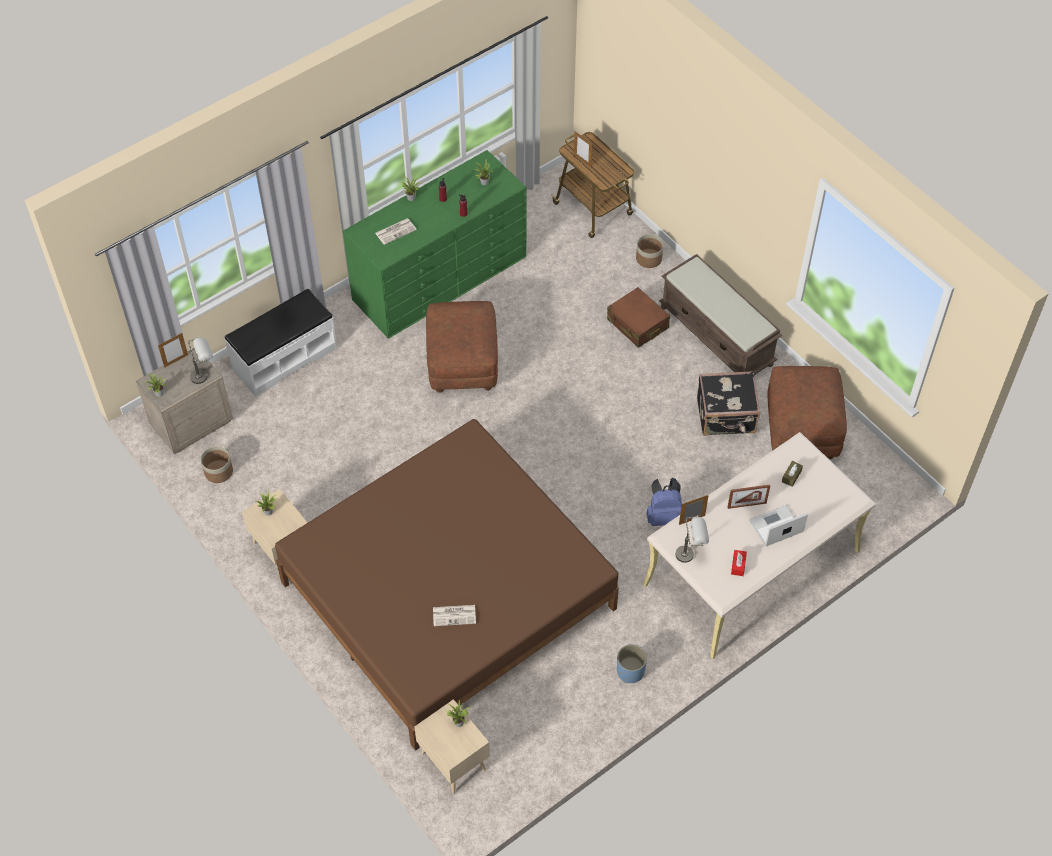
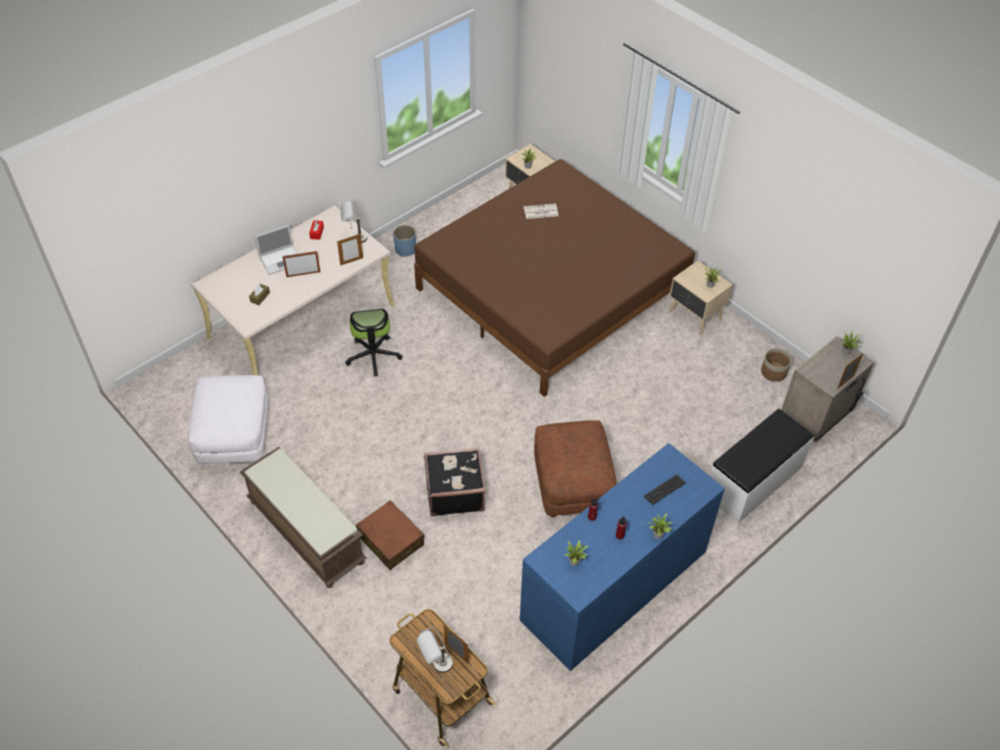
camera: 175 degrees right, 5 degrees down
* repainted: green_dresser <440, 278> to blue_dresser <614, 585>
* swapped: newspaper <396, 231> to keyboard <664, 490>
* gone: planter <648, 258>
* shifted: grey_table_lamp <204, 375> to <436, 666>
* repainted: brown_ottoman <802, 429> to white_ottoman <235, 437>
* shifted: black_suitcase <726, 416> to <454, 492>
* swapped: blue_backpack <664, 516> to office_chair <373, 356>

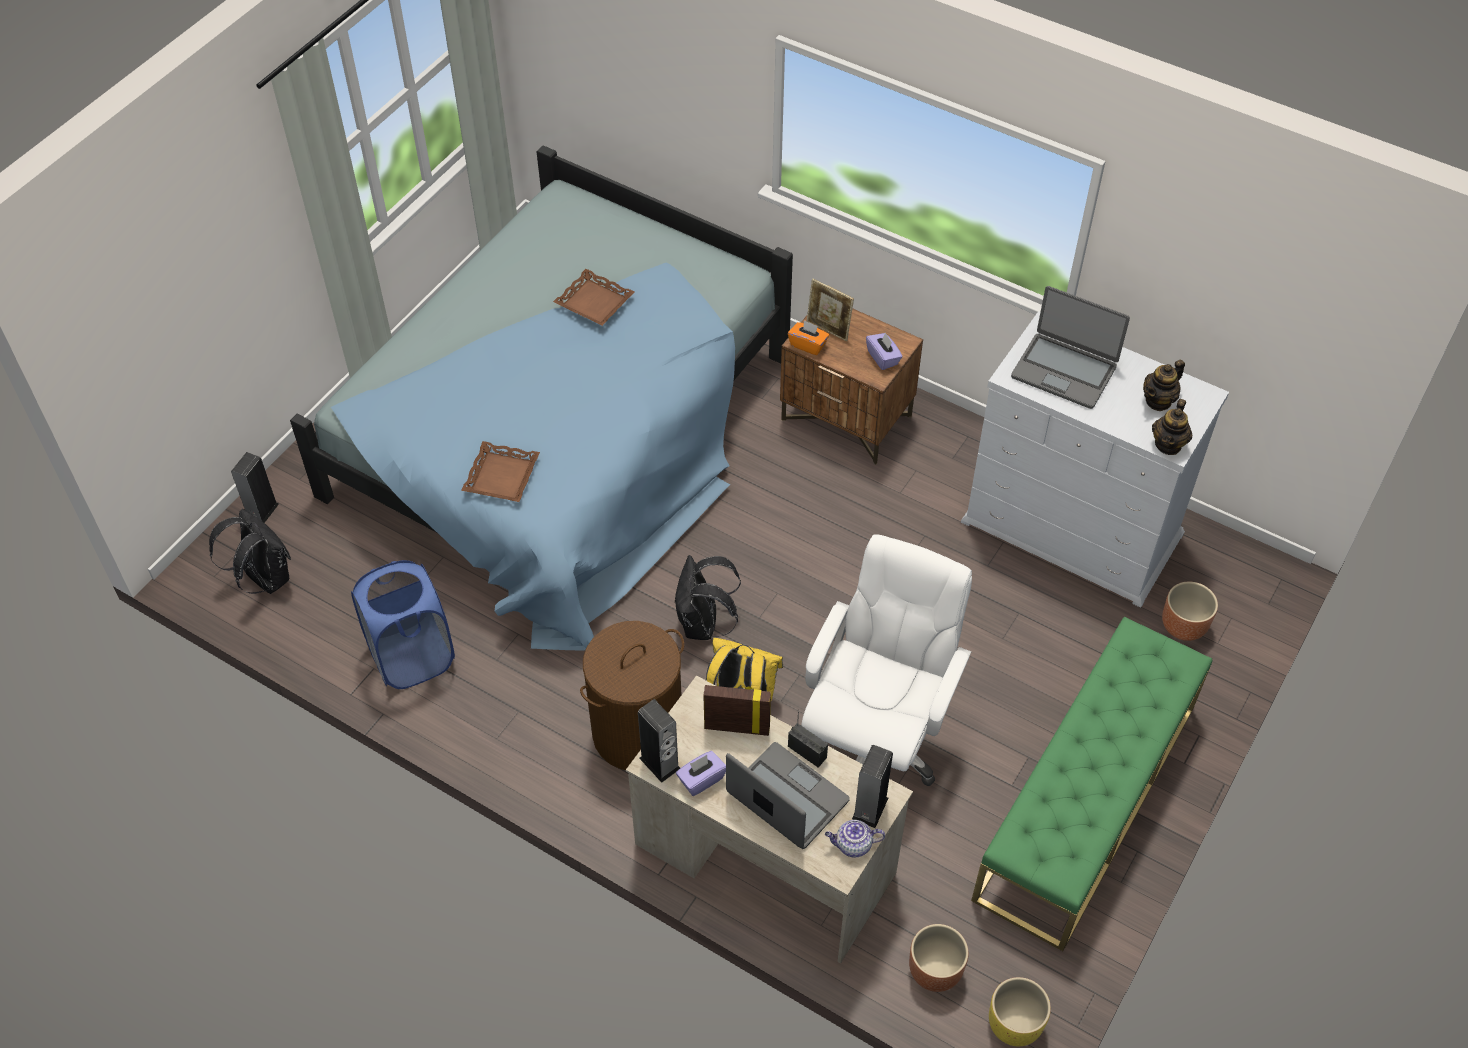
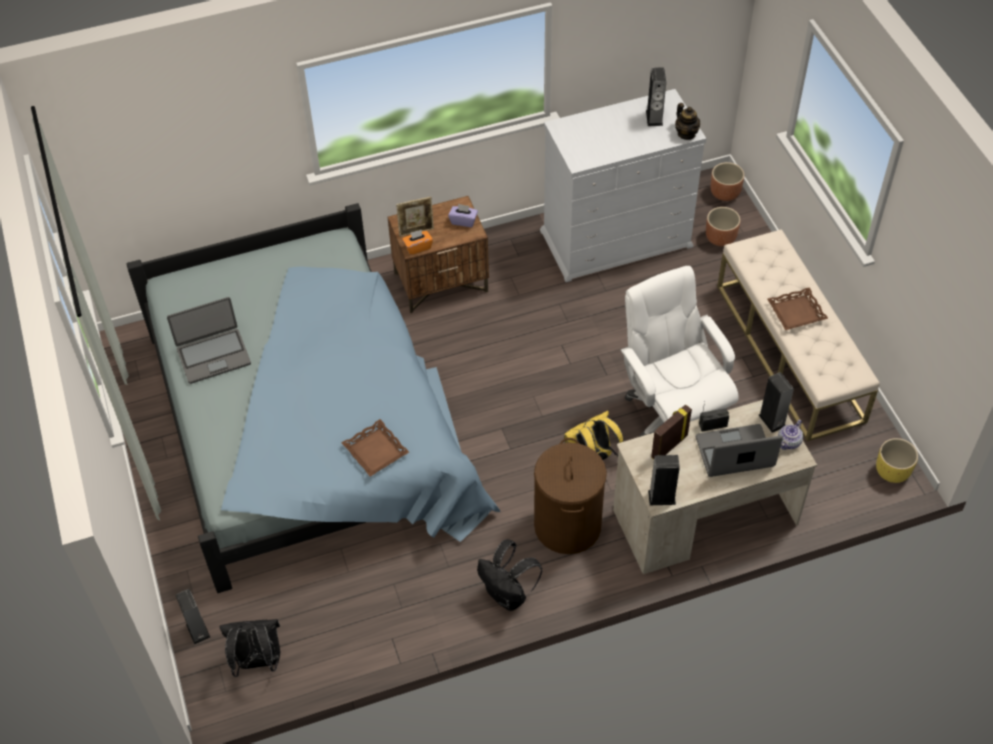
camera: 50 degrees left, 0 degrees up
* shifted: brown_tray <594, 302> to <796, 312>
* shifted: laptop <1064, 371> to <213, 356>
* swapped: teapot <1158, 401> to speaker <654, 118>
* shifted: black_backpack <703, 625> to <508, 595>
* gone: blue_laundry_basket <412, 657>
* repainted: green_bench <1086, 802> to beige_bench <789, 352>
* gone: purple_tissue_box <701, 779>
* shifted: brown_planter <935, 971> to <725, 193>

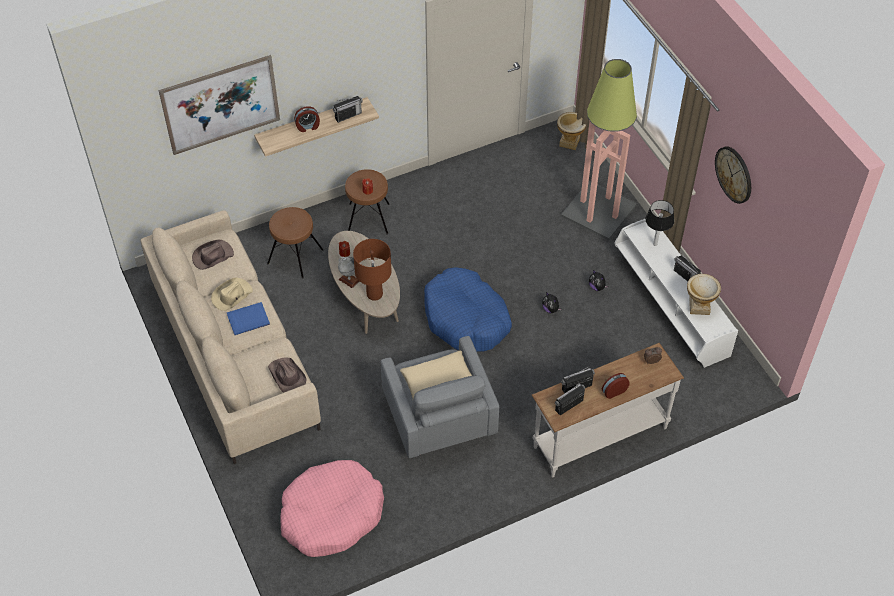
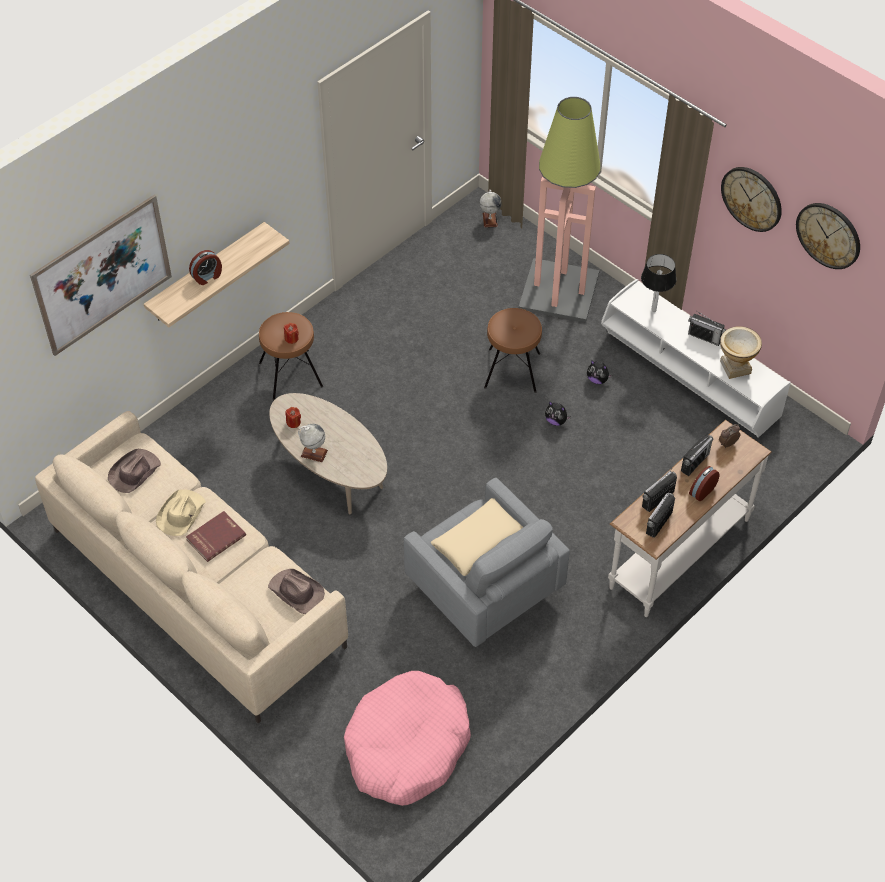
camera: 20 degrees left, 0 degrees up
* shifted: radio <348, 115> to <695, 462>
* swapped: vase <569, 142> to globe <490, 220>
* shifted: brown_stool <295, 257> to <512, 370>
* gone: brown_table_lamp <374, 295>
* gone: blue_dog_bed <466, 318>
* repainted: blue_book <248, 319> to red_book <215, 537>
* new: wall_clock <828, 235>

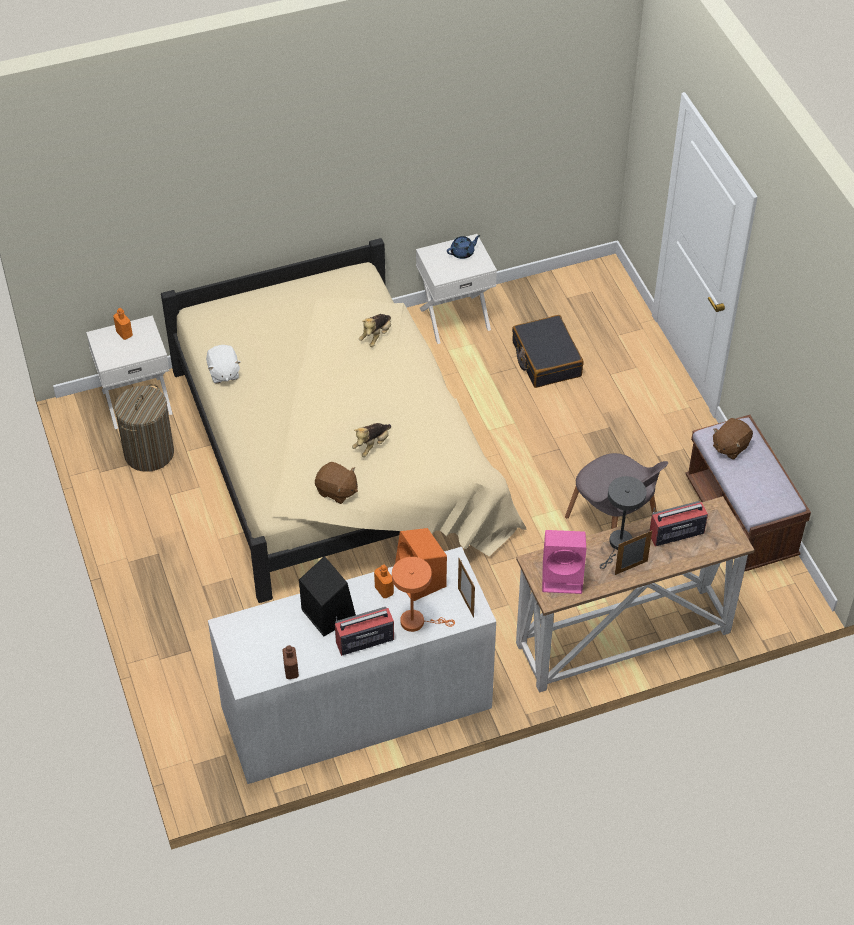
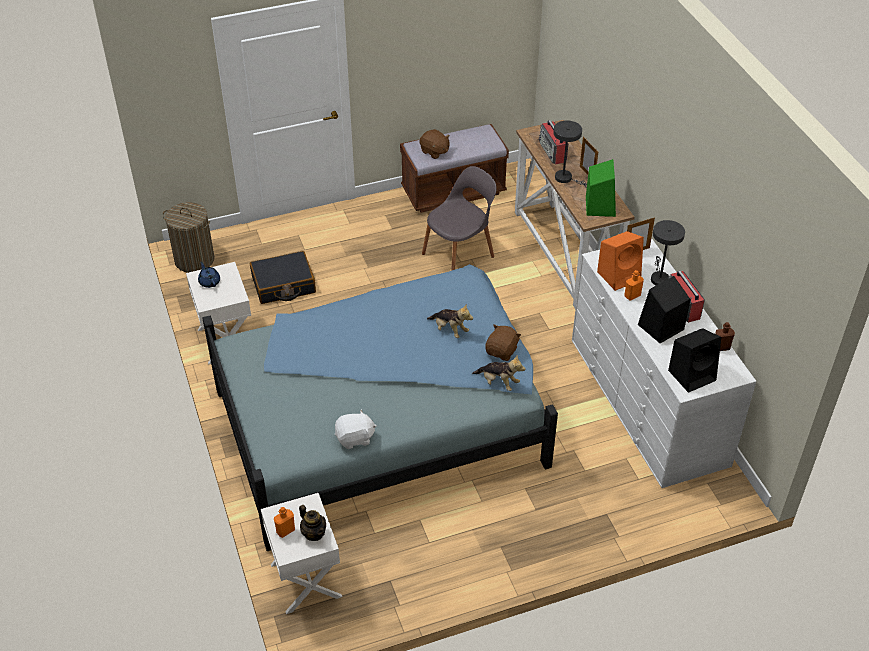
camera: 90 degrees left, 5 degrees down
* repainted: beige_bed <338, 455> to blue_bed <383, 417>
* shifted: plush_toy <376, 336> to <498, 382>
* shifted: laundry_basket <149, 453> to <194, 260>
* repainted: pink_speaker <563, 577> to green_speaker <600, 206>
* repainted: orange_table_lamp <417, 621> to grey_table_lamp <659, 277>
* new: black_speaker <692, 374>
* new: teapot <314, 533>

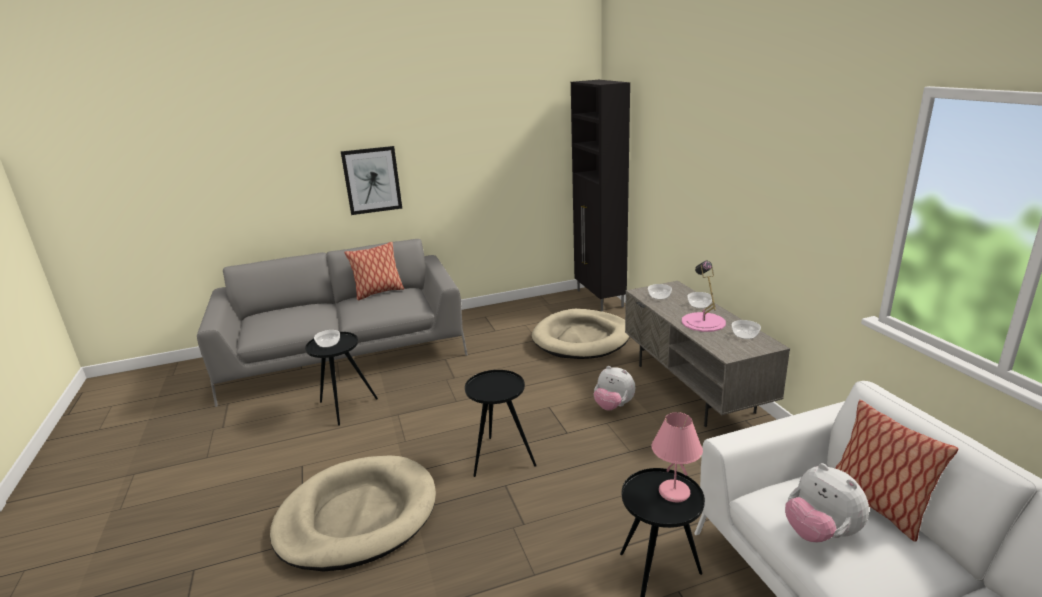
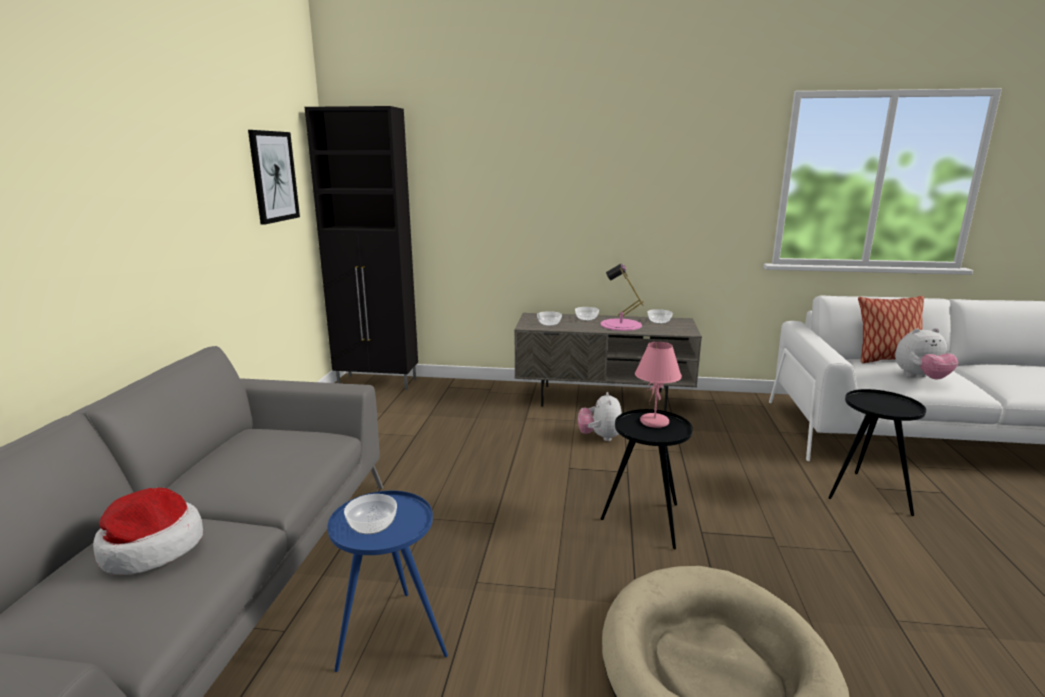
camera: 65 degrees left, 5 degrees down
* shifted: picture <372, 180> to <273, 176>
* gone: pillow <378, 293>
* gone: beige_dog_bed <582, 338>
* repainted: black_side_table <344, 407> to blue_side_table <391, 639>
* rotated: plush_toy <613, 406> = <600, 437> 120 degrees clockwise
* shifted: pink_table_lamp <673, 492> to <654, 422>
* new: hat <150, 548>

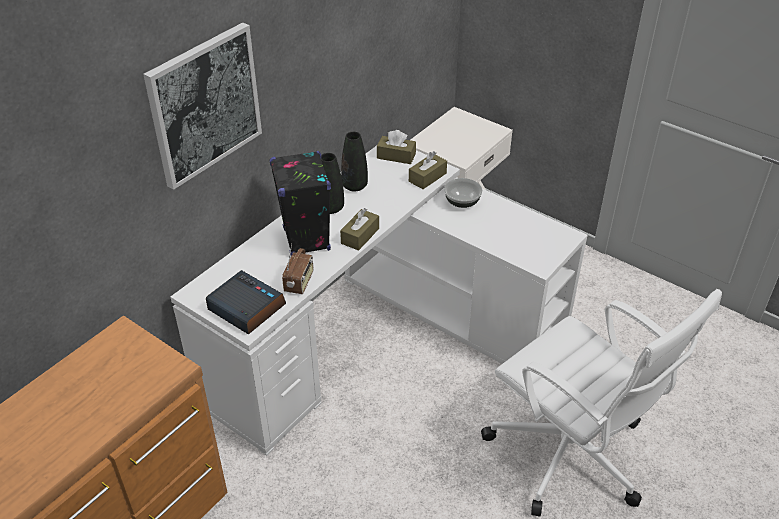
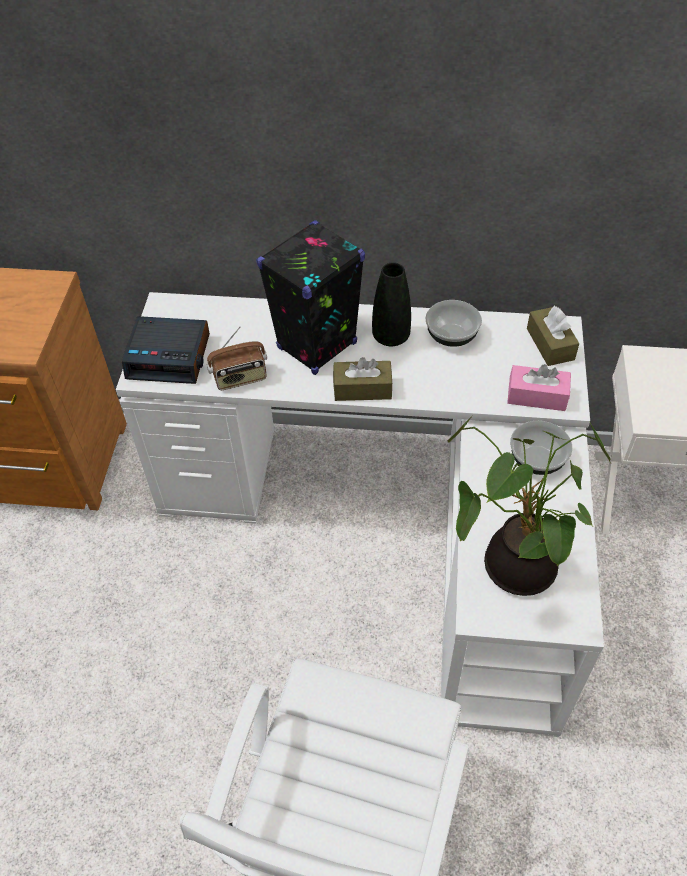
camera: 60 degrees right, 10 degrees up
* gone: picture <204, 104>
* swapped: black_vase <354, 186> to bowl <452, 336>
* repainted: brown_tissue_box <427, 177> to pink_tissue_box <537, 396>
* rotated: alarm_clock <245, 308> = <170, 356> 90 degrees clockwise
* new: potted_plant <513, 564>

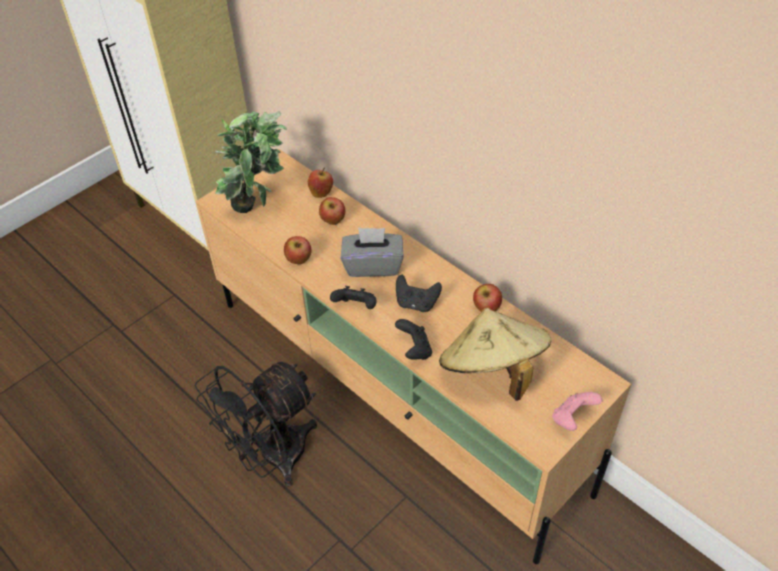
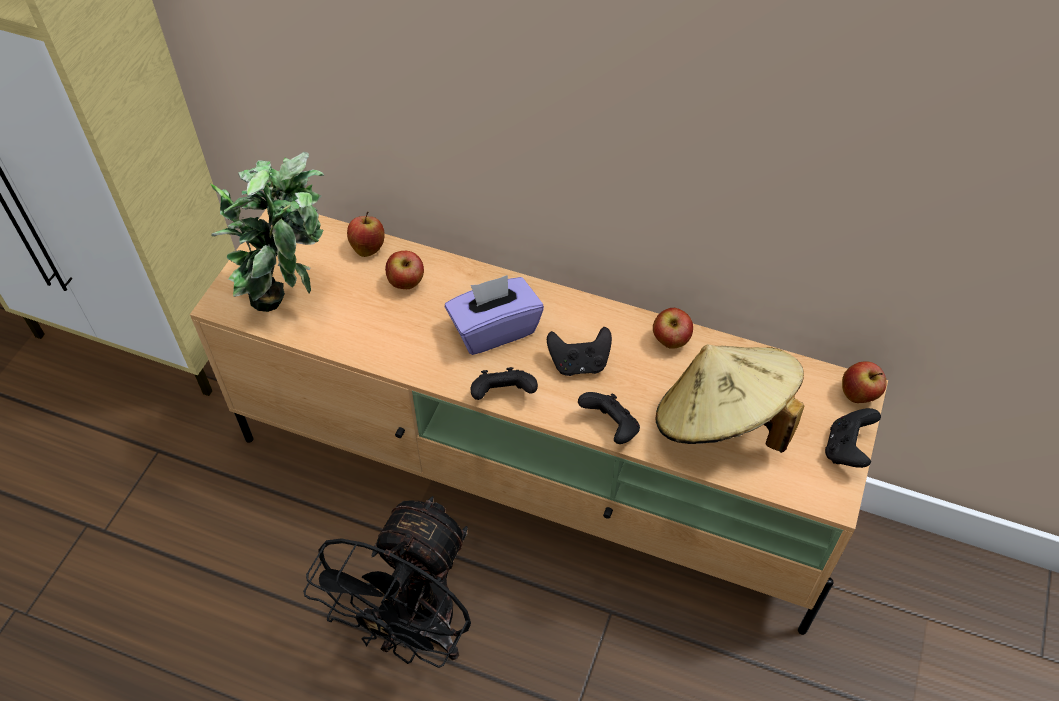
camera: 25 degrees left, 5 degrees up
* repainted: grey_tissue_box <373, 265> to purple_tissue_box <494, 329>
* shifted: apple <299, 260> to <858, 395>
* repainted: pink_game_controller <572, 418> to black_game_controller <846, 449>

